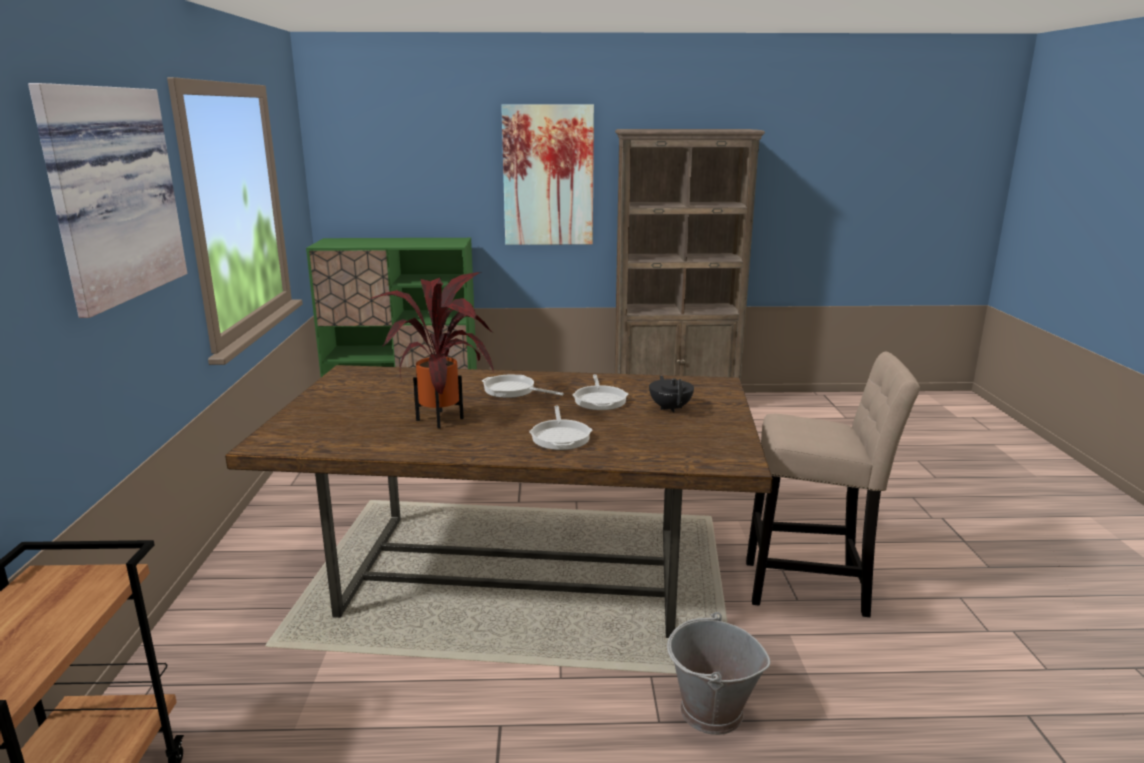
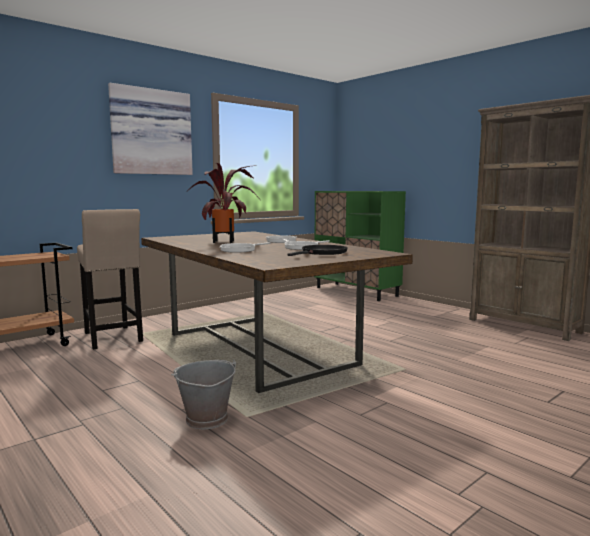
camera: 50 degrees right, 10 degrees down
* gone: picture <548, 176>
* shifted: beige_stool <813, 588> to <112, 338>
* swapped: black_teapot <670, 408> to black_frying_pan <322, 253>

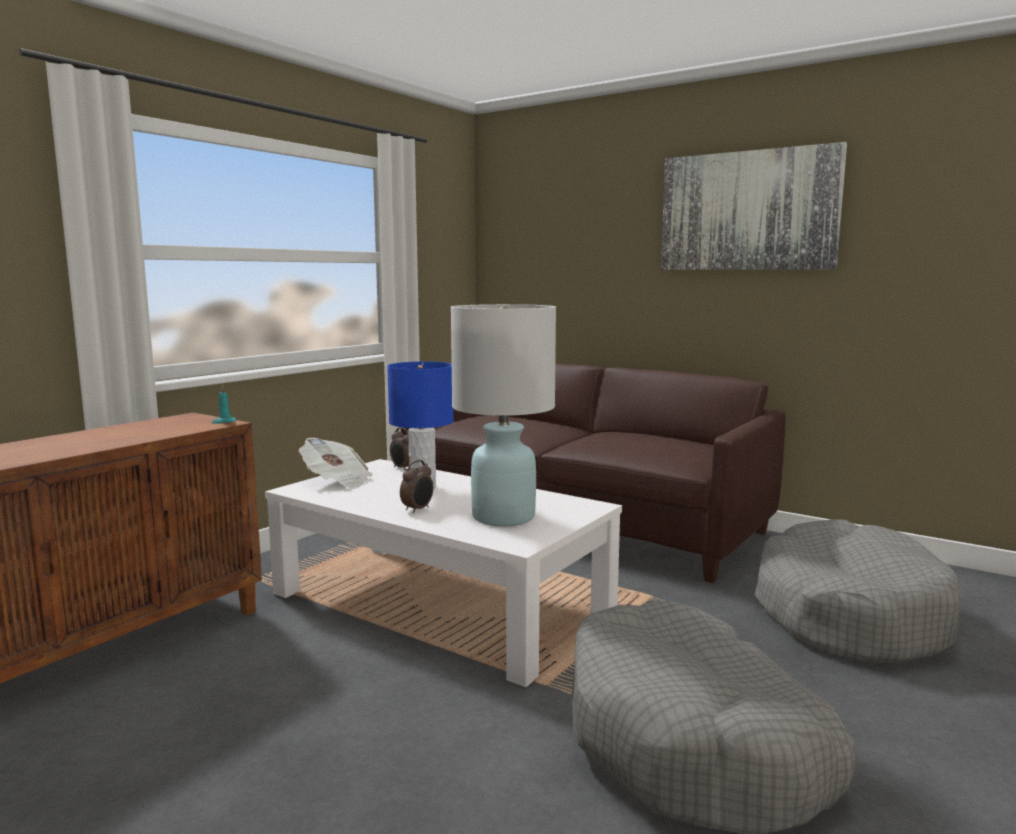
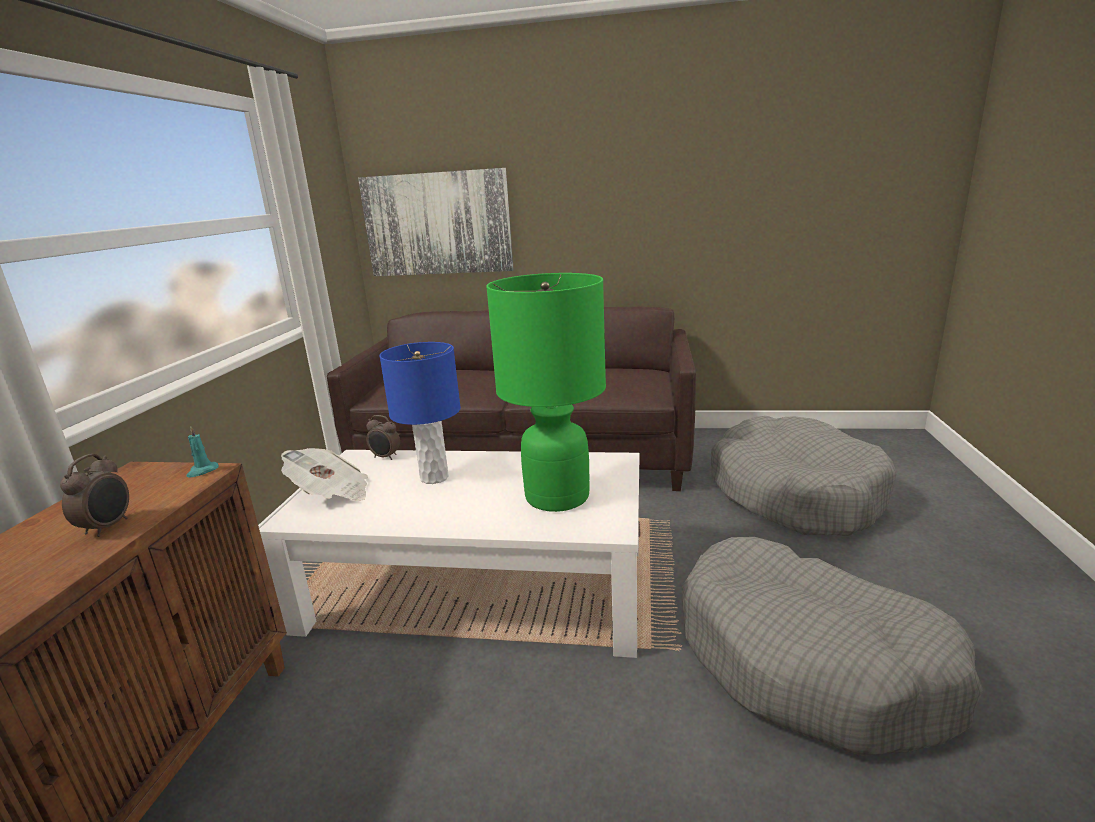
camera: 25 degrees left, 10 degrees up
* shifted: picture <748, 211> to <437, 224>
* repainted: white_table_lamp <504, 517> to green_table_lamp <557, 496>
* shifted: alarm_clock <418, 509> to <108, 527>

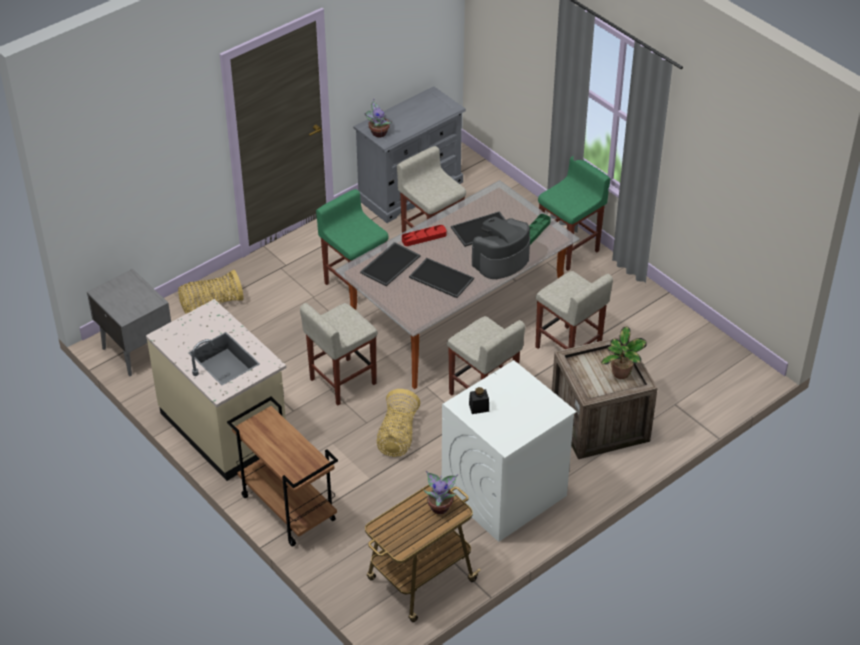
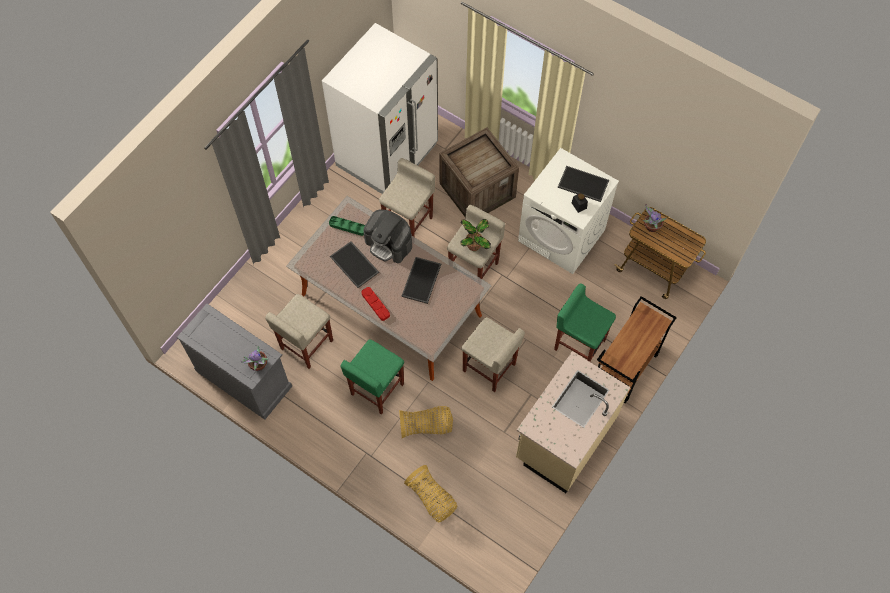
camera: 105 degrees left, 20 degrees up
* shifted: green_stool <569, 250> to <579, 344>
* shifted: tray <390, 264> to <582, 184>
* gone: grey_nightstand <136, 350>
* shifted: potted_plant <621, 374> to <475, 245>
* shifted: basket <397, 436> to <426, 426>
* new: white_fridge <387, 155>

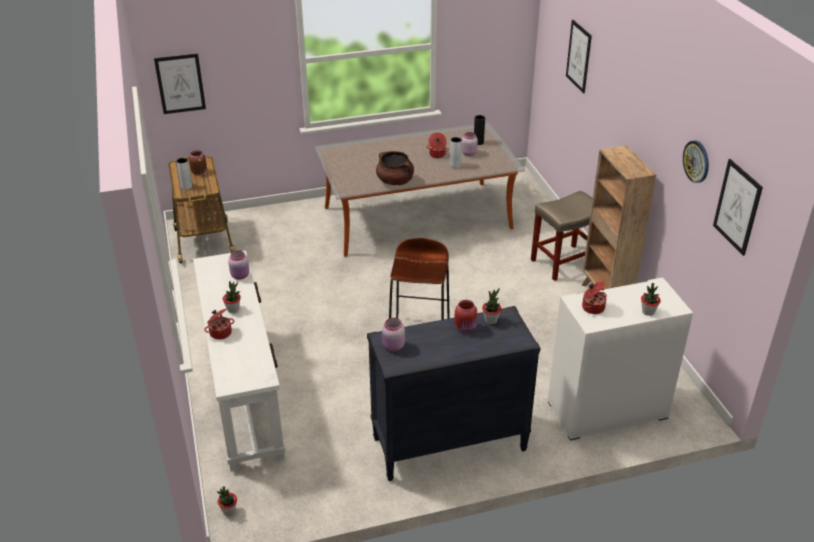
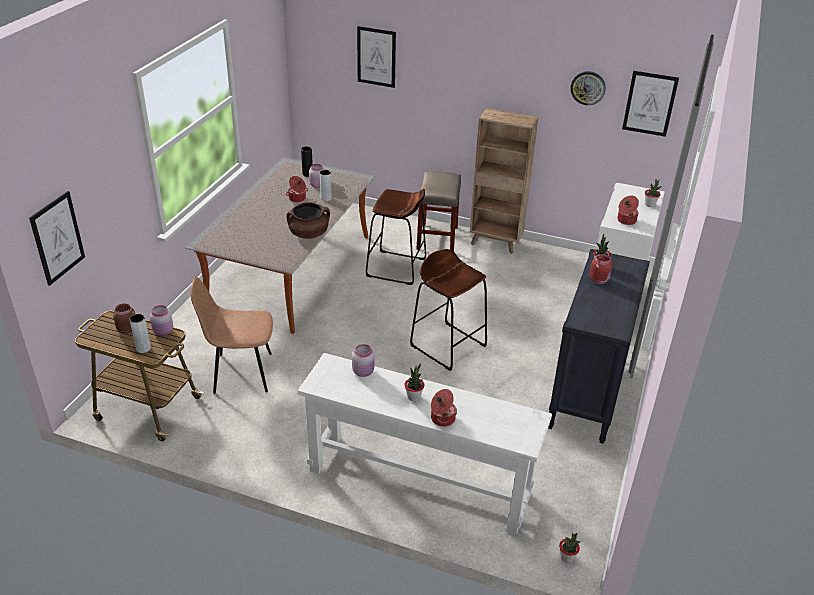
camera: 55 degrees left, 0 degrees up
* shifted: pink_jar <393, 347> to <163, 332>
* new: brown_stool <396, 268>
* new: brown_chair <241, 373>

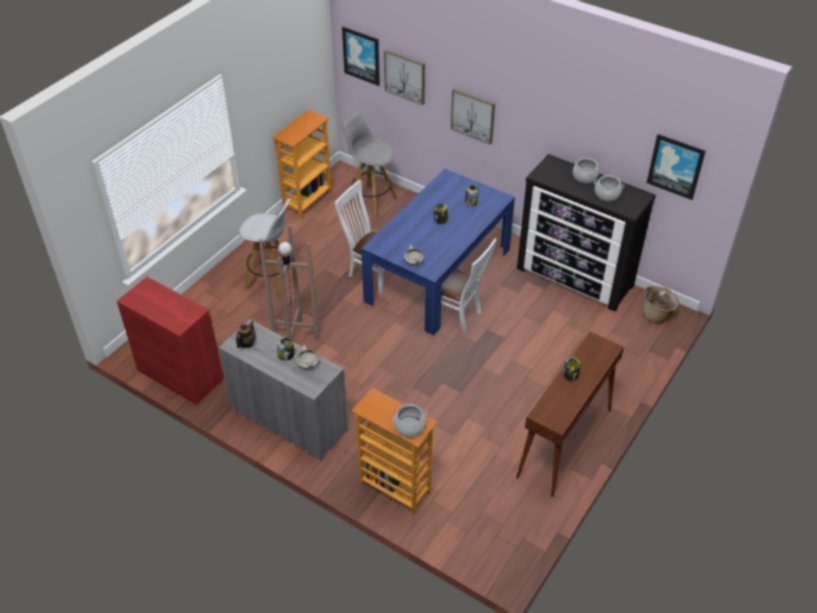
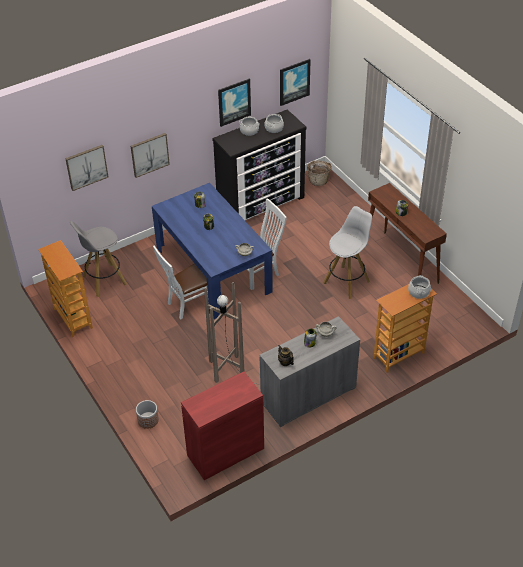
camera: 65 degrees left, 0 degrees up
* shifted: picture <361, 55> to <234, 102>
* shifted: white_stool <272, 280> to <347, 282>
* new: planter <148, 420>

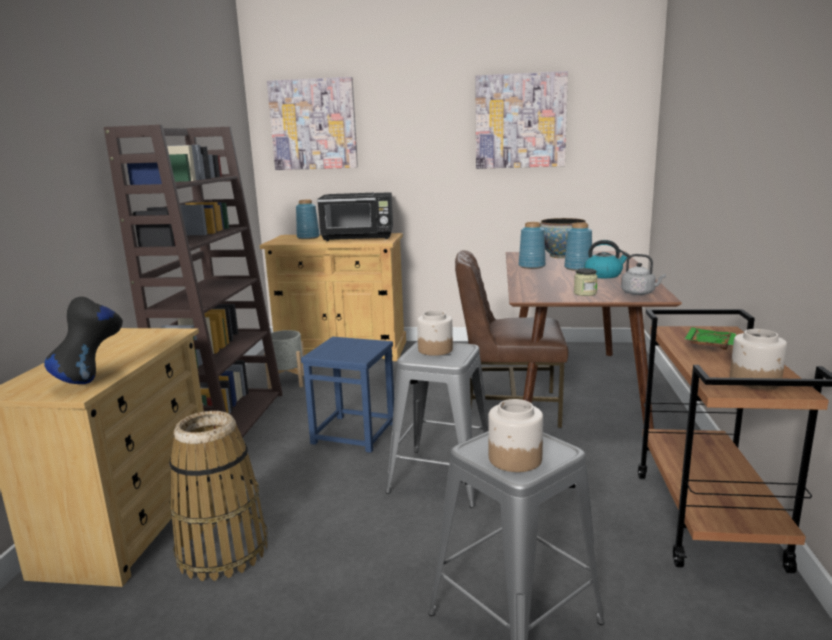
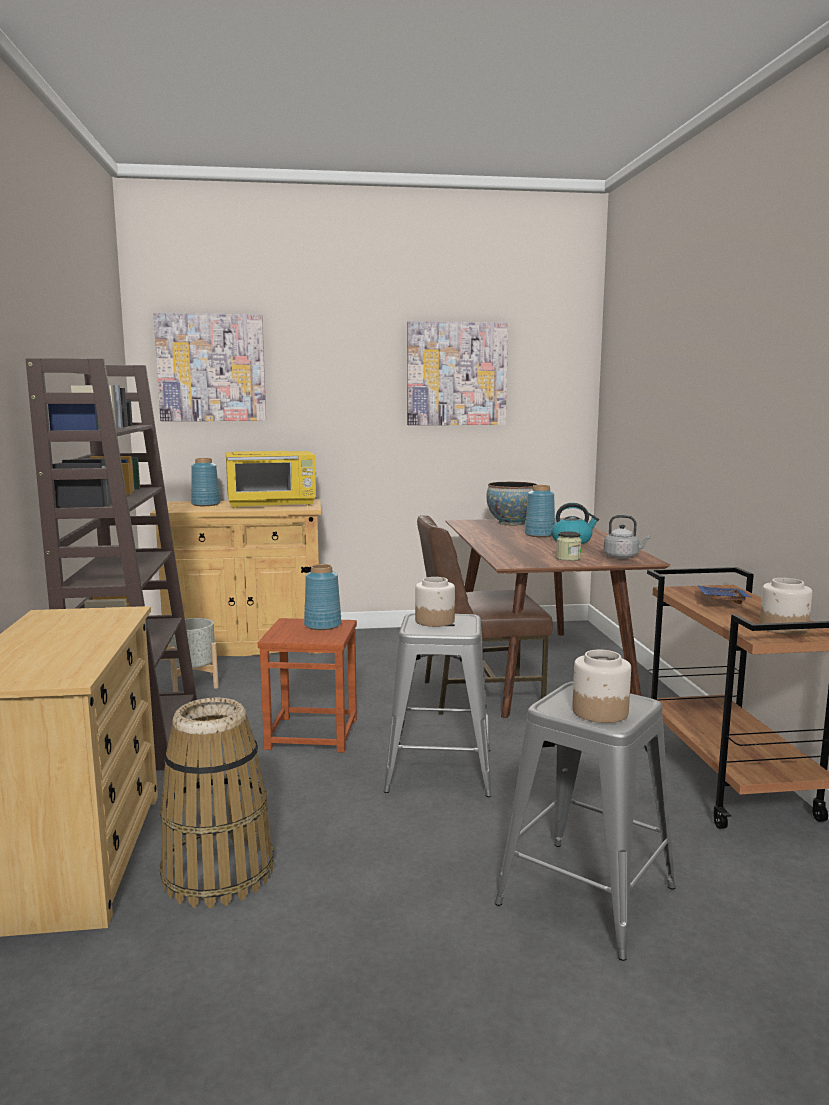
camera: 15 degrees left, 5 degrees down
* repainted: black_microwave <359, 237> to yellow_microwave <272, 504>
* shifted: blue_vase <532, 266> to <323, 625>
* gone: black_vase <92, 379>
* repainted: green_tray <708, 346> to blue_tray <720, 602>
* repainted: blue_stool <354, 433> to brown_stool <312, 733>

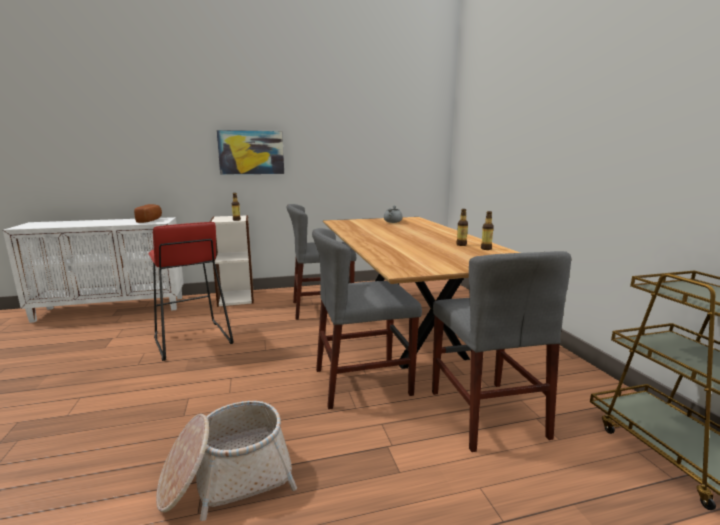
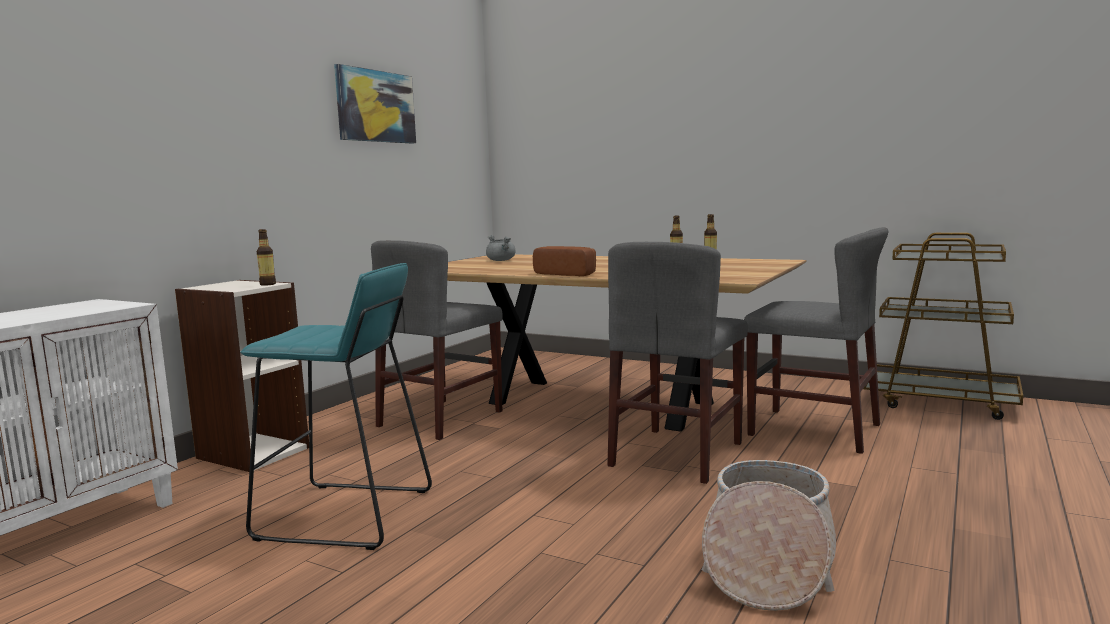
camera: 45 degrees left, 5 degrees down
* shifted: picture <251, 152> to <375, 106>
* shifted: bread <151, 220> to <568, 274>
* repainted: red_stool <192, 340> to turquoise_stool <346, 515>

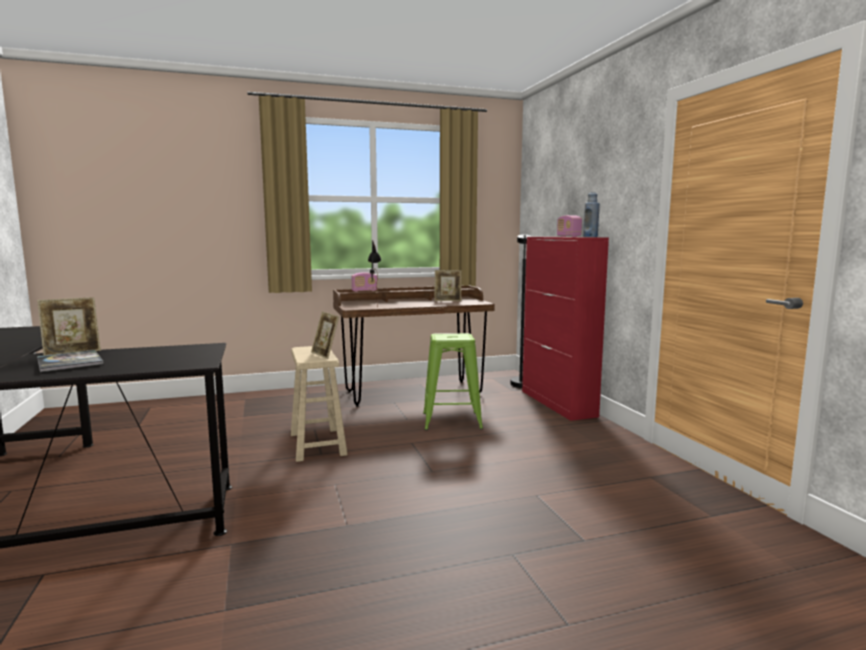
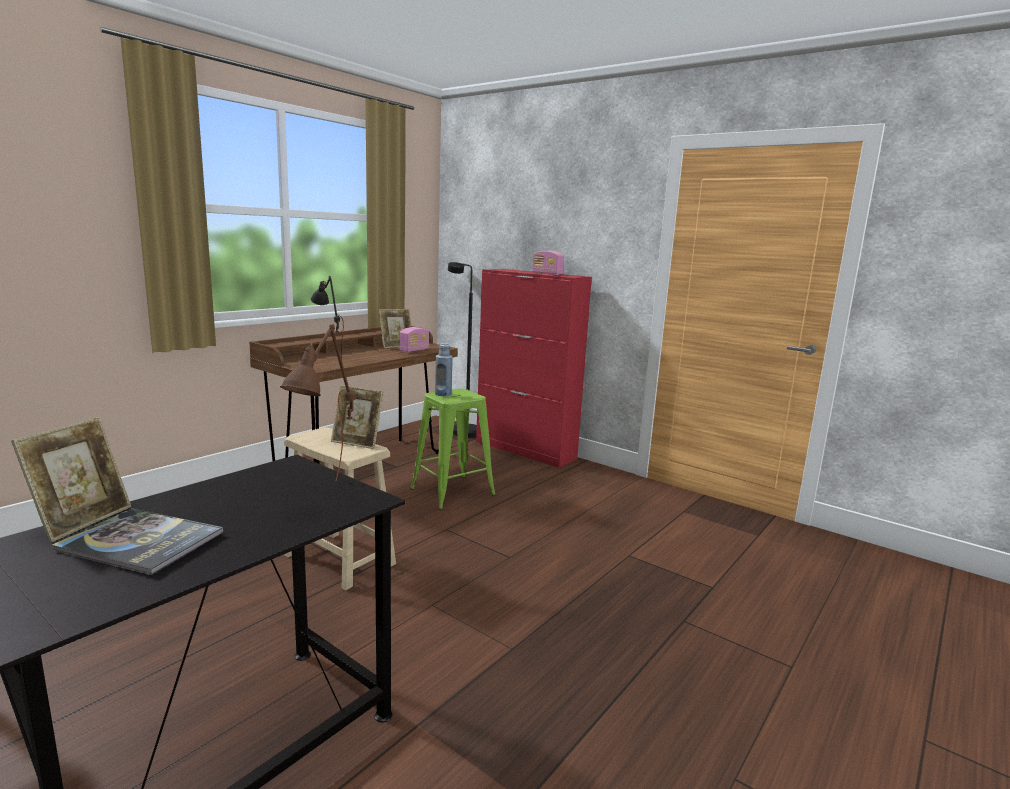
camera: 35 degrees left, 5 degrees up
* shifted: blue_bottle <590, 237> to <443, 394>
* shifted: radio <364, 291> to <414, 350>
* new: brown_table_lamp <328, 496>

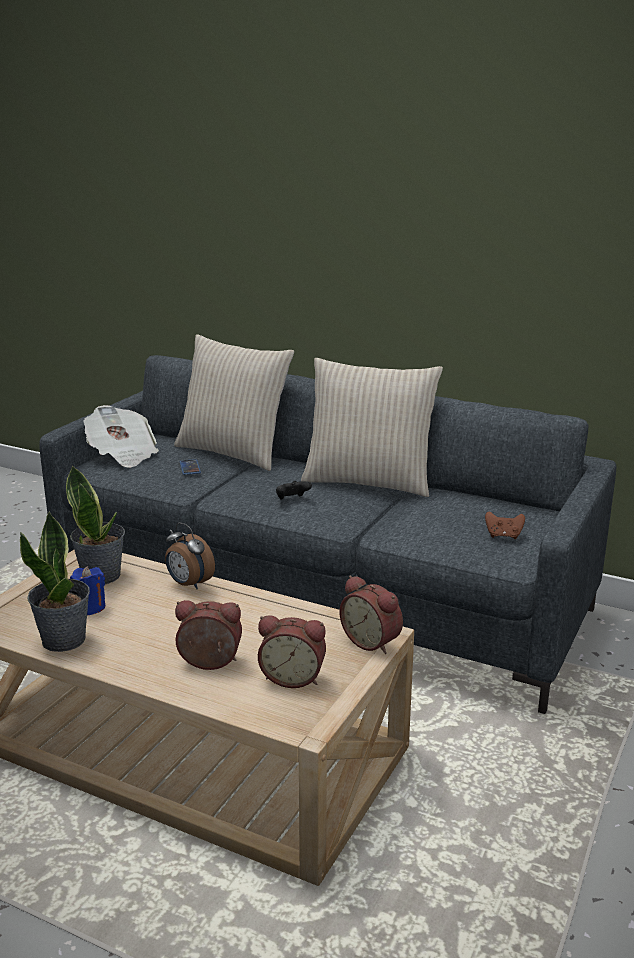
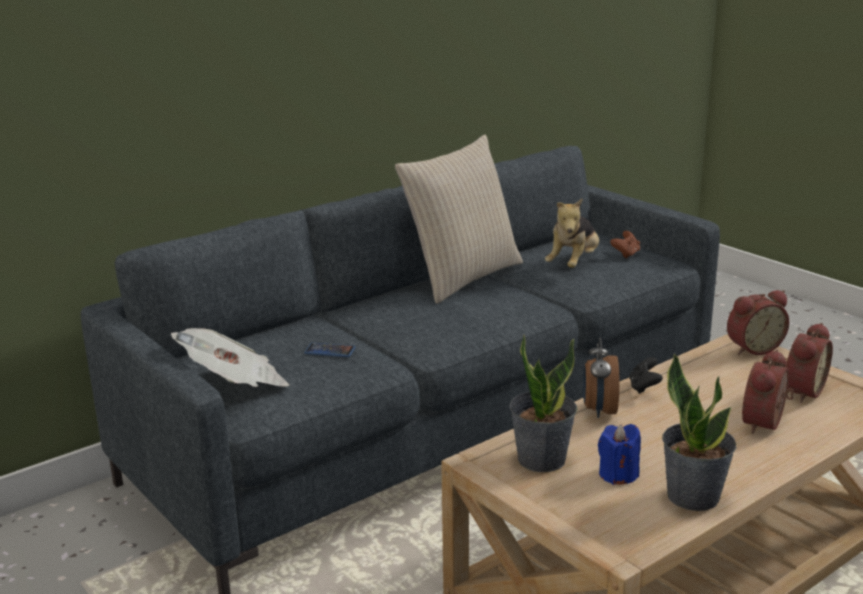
camera: 65 degrees left, 0 degrees up
* gone: beige_pillow <233, 452>
* shifted: black_game_controller <292, 500> to <644, 387>
* rotated: alarm_clock <189, 584> = <599, 410> 120 degrees clockwise
* new: plush_toy <573, 264>

